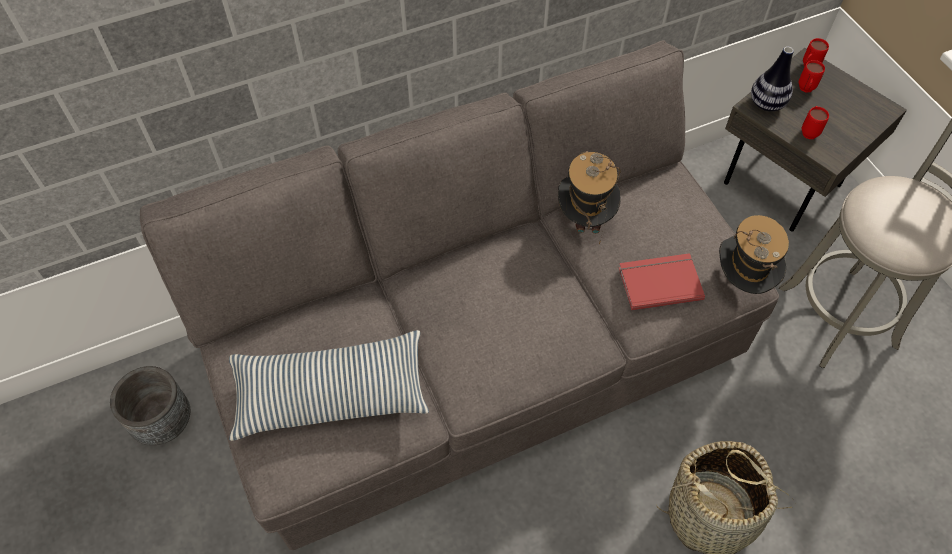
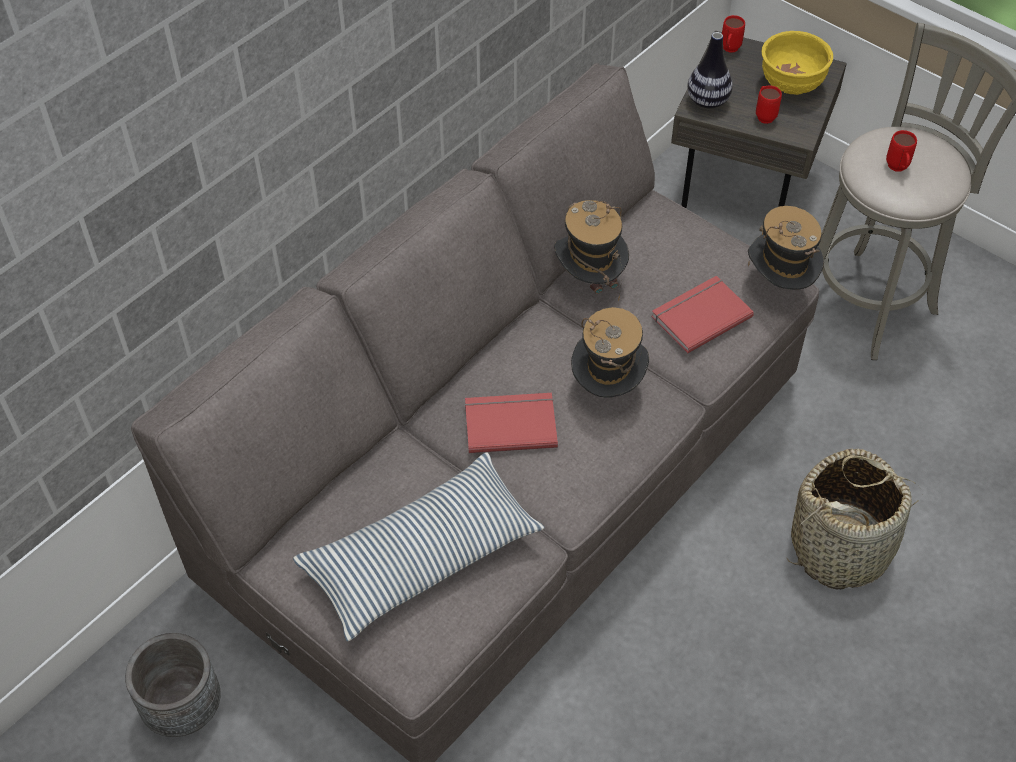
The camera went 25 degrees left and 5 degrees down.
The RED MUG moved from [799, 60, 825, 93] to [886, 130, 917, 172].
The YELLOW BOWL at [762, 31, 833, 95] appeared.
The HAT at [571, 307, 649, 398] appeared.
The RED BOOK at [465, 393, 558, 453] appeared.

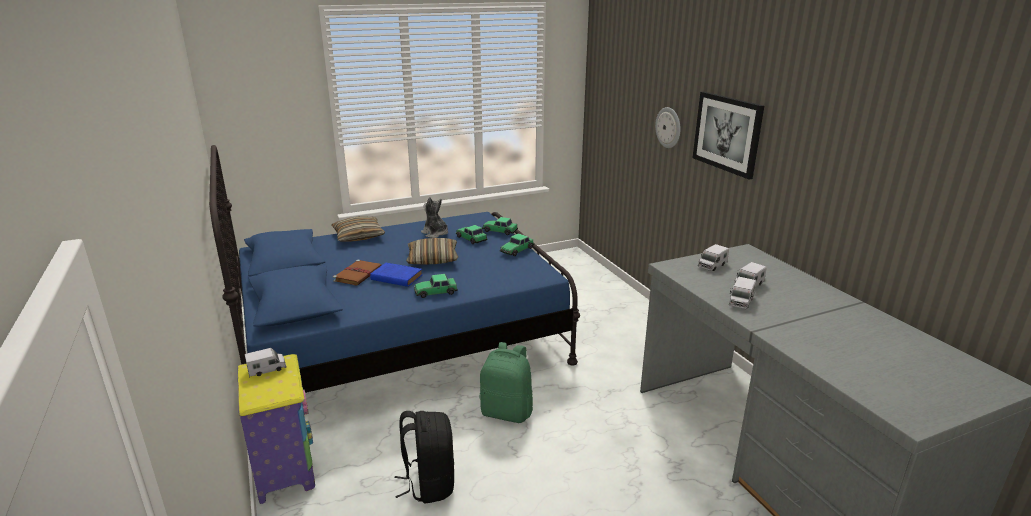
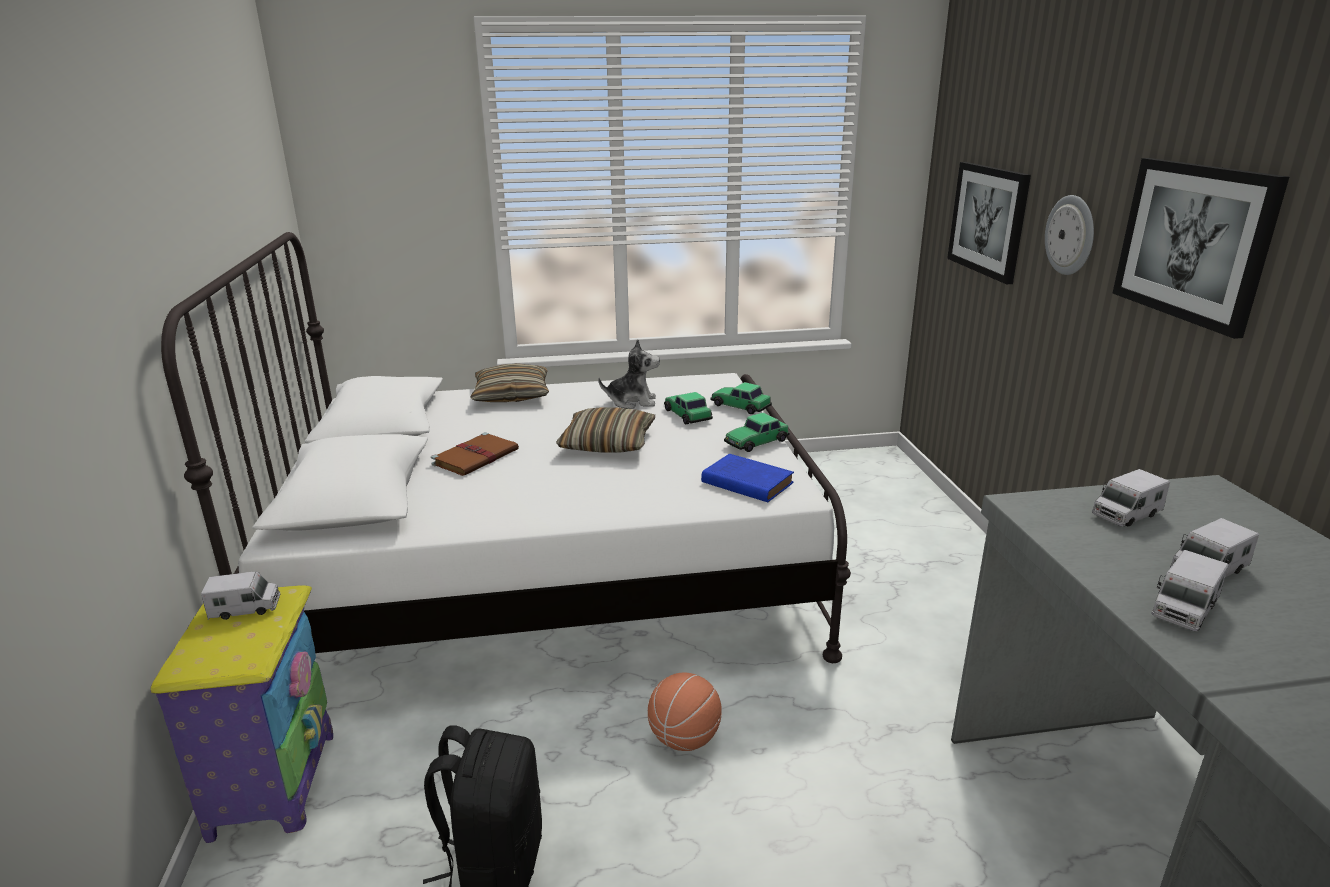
The camera went 15 degrees right and 0 degrees up.
The BLUE BED at [209, 145, 580, 393] became the WHITE BED at [161, 232, 851, 663].
The PLUSH TOY at [421, 197, 448, 238] turned 120 degrees clockwise.
The BLUE BOOK moved from [370, 263, 423, 287] to [701, 454, 794, 502].
The TOY CAR at [414, 274, 458, 298] disappeared.
The GREEN BACKPACK at [480, 342, 533, 423] was replaced by the BASKETBALL at [648, 673, 722, 751].
The PICTURE at [947, 162, 1031, 284] appeared.

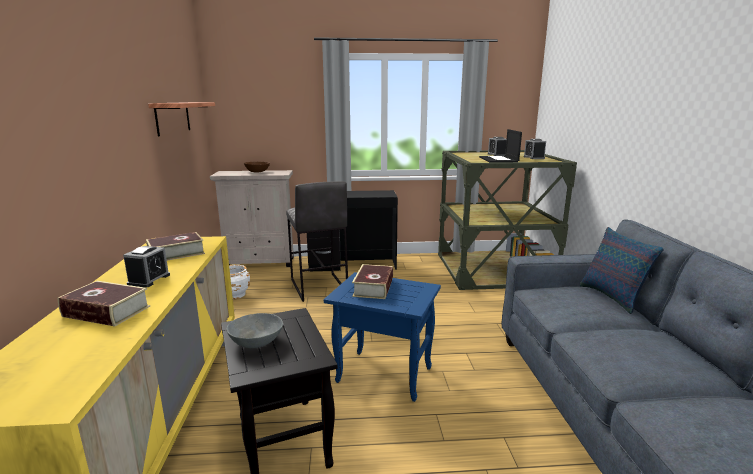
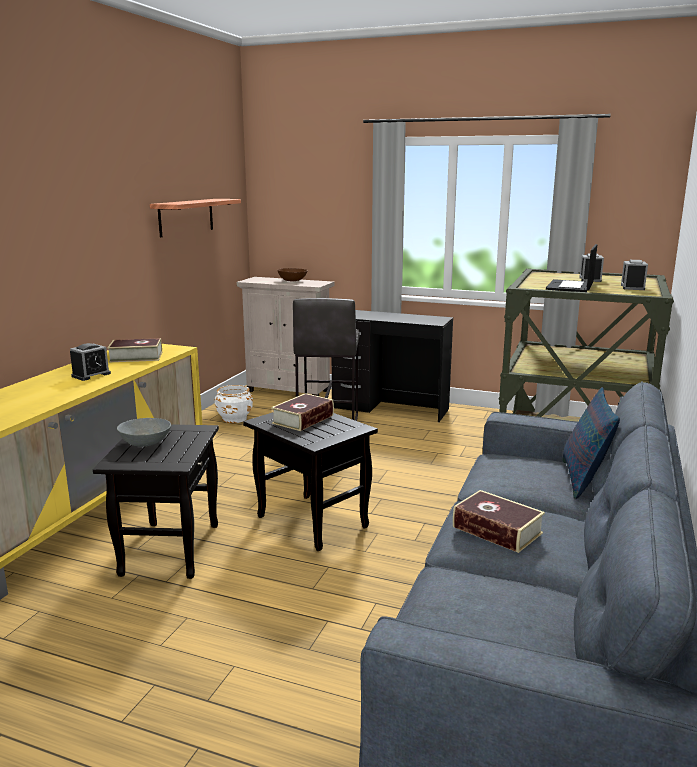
The camera went 25 degrees right and 0 degrees up.
The BLUE SIDE TABLE at [324, 272, 441, 402] became the BLACK SIDE TABLE at [243, 412, 378, 551].
The BOOK moved from [58, 281, 150, 327] to [453, 490, 545, 553].

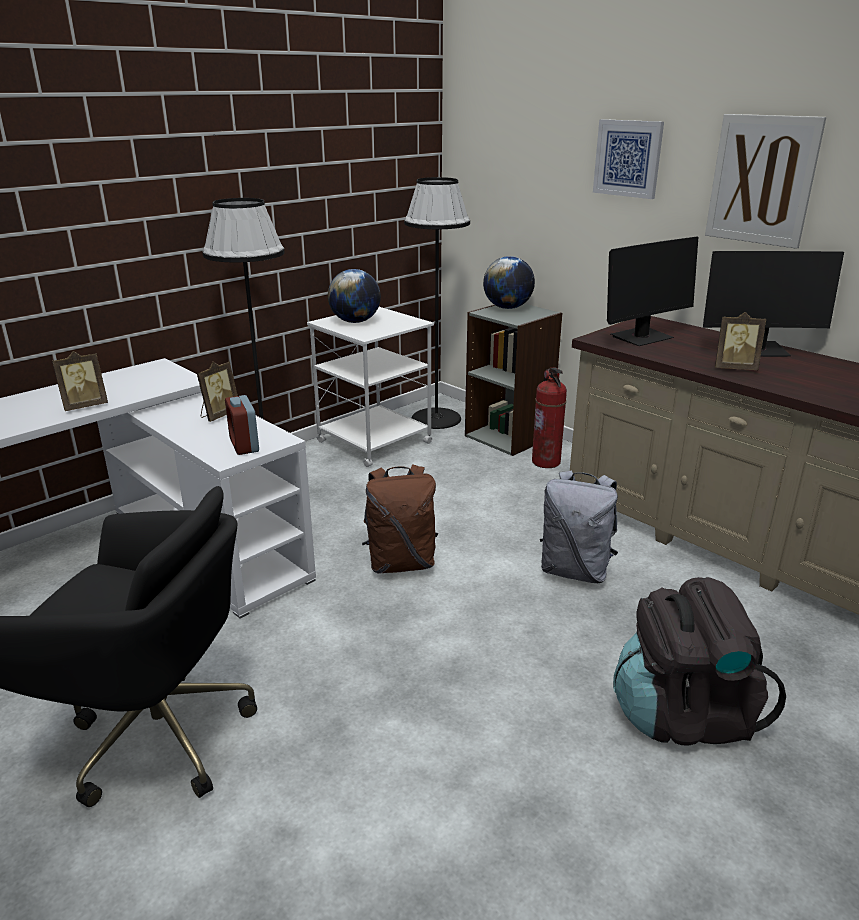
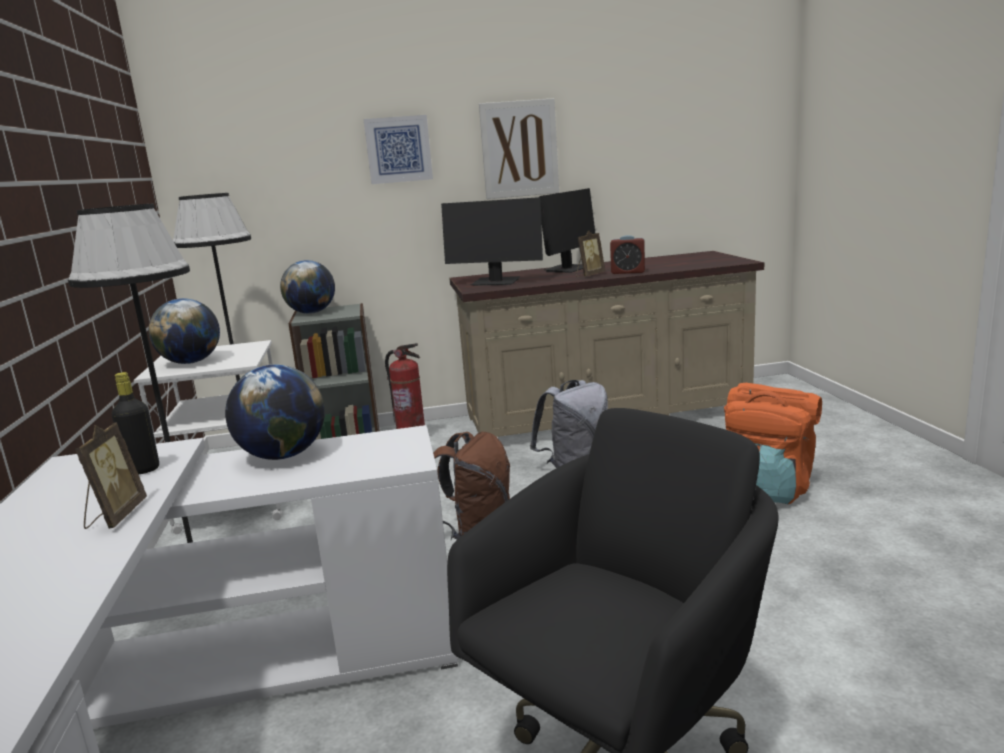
The camera went 55 degrees left and 10 degrees down.
The MONITOR at [607, 237, 698, 346] turned 105 degrees clockwise.
The PICTURE FRAME at [197, 362, 238, 422] was replaced by the GLOBE at [225, 365, 325, 460].
The ALARM CLOCK moved from [225, 395, 259, 455] to [610, 235, 645, 274].
The BLACK BACKPACK at [613, 577, 786, 746] became the ORANGE BACKPACK at [724, 383, 822, 504].
The BLACK BOTTLE at [112, 372, 159, 474] appeared.

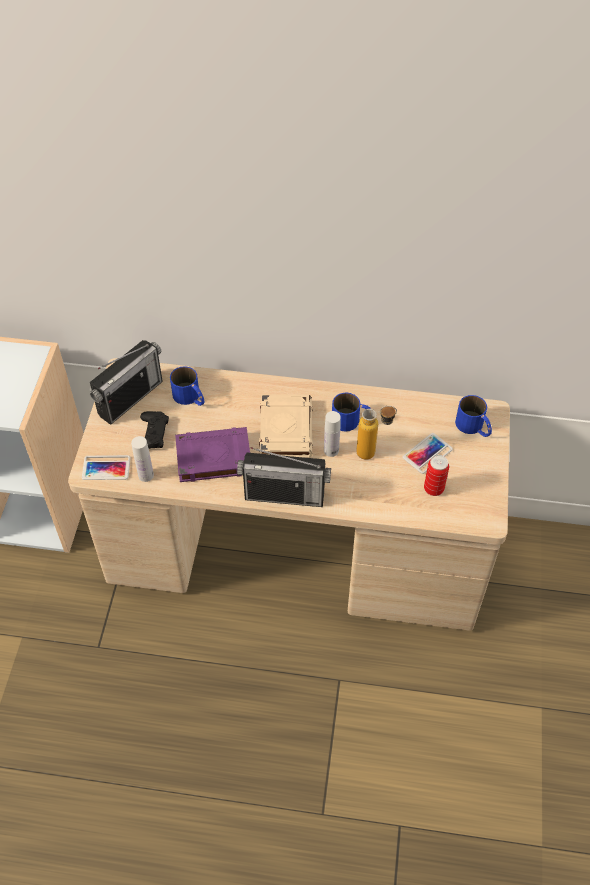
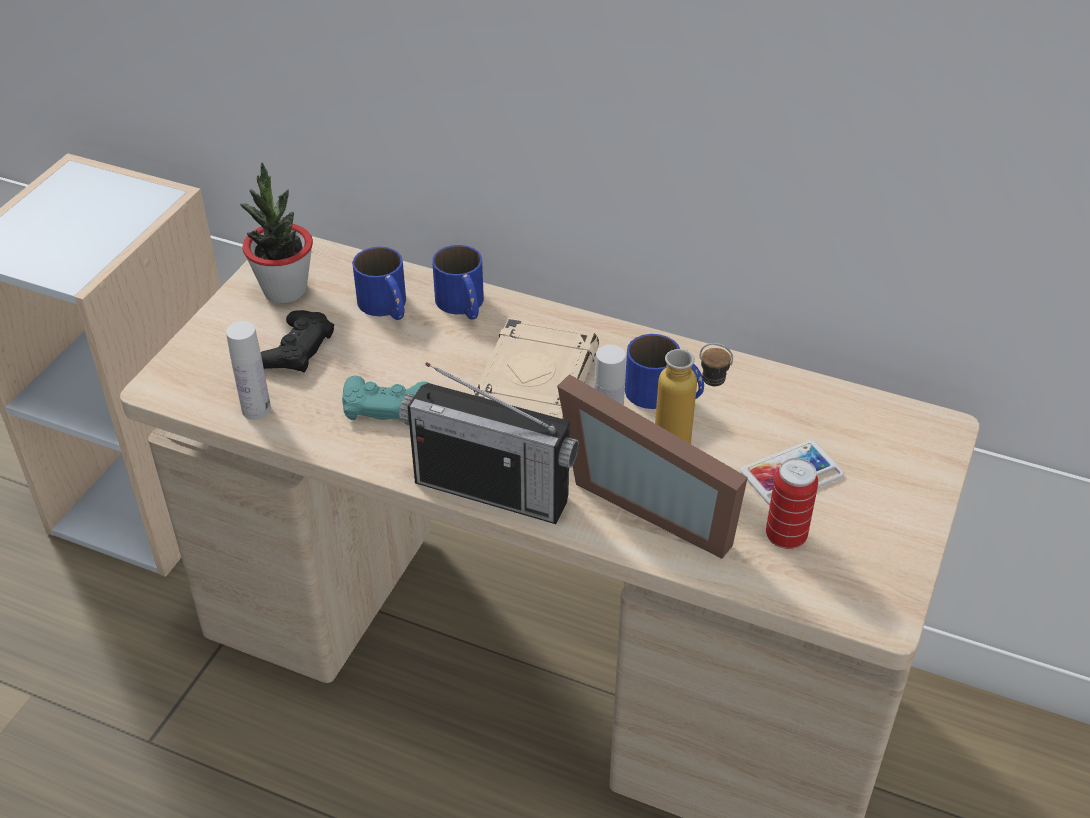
The camera went 15 degrees right and 10 degrees down.
The RADIO at [90, 340, 163, 425] was replaced by the POTTED PLANT at [240, 162, 313, 303].
The BLUE MUG moved from [455, 395, 492, 437] to [432, 245, 484, 320].
The PURPLE BOOK at [175, 427, 250, 482] was replaced by the TURQUOISE GAME CONTROLLER at [342, 376, 428, 425].
The PHONE at [82, 455, 131, 480] disappeared.
The PICTURE FRAME at [557, 374, 748, 559] appeared.

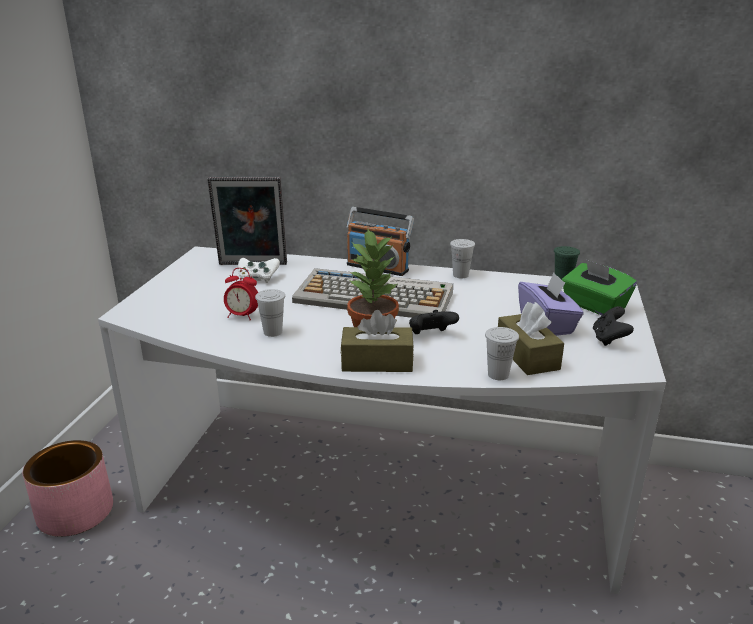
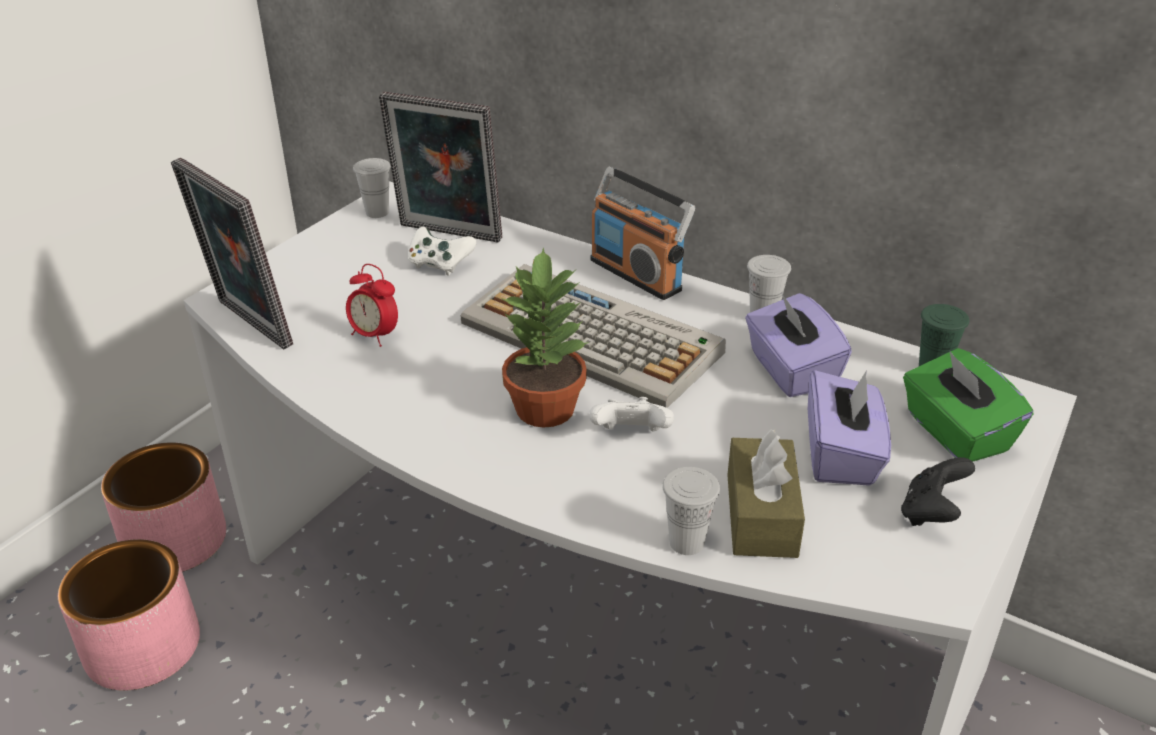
The camera went 20 degrees right and 10 degrees up.
The WHITE CUP moved from [255, 289, 285, 337] to [353, 158, 391, 218].
The BROWN TISSUE BOX at [340, 310, 414, 372] disappeared.
The BLACK GAME CONTROLLER at [409, 310, 459, 334] became the WHITE GAME CONTROLLER at [589, 397, 674, 432].
The PICTURE FRAME at [171, 157, 293, 349] appeared.
The PURPLE TISSUE BOX at [745, 292, 852, 397] appeared.
The PINK PLANTER at [58, 539, 200, 691] appeared.

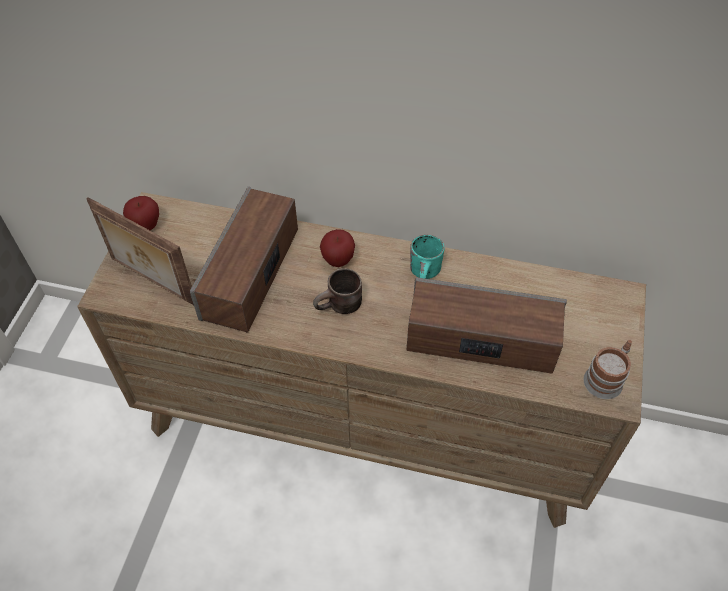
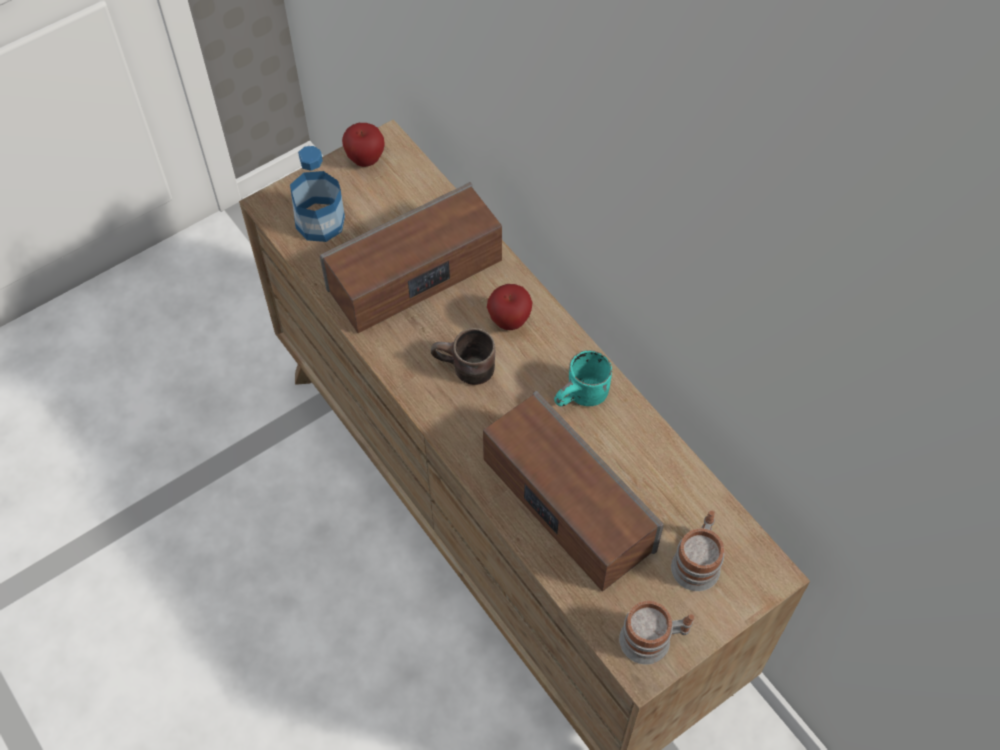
The camera went 40 degrees right and 5 degrees up.
The PICTURE FRAME at [87, 197, 194, 305] was replaced by the BOTTLE at [290, 146, 345, 242].
The MUG at [671, 510, 724, 591] appeared.

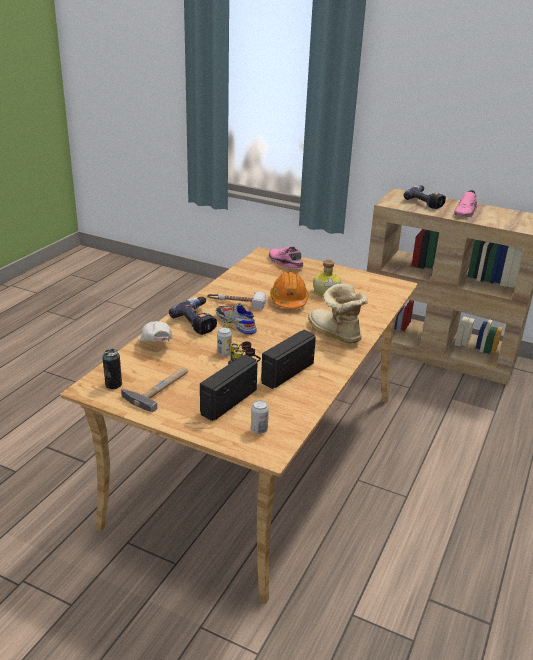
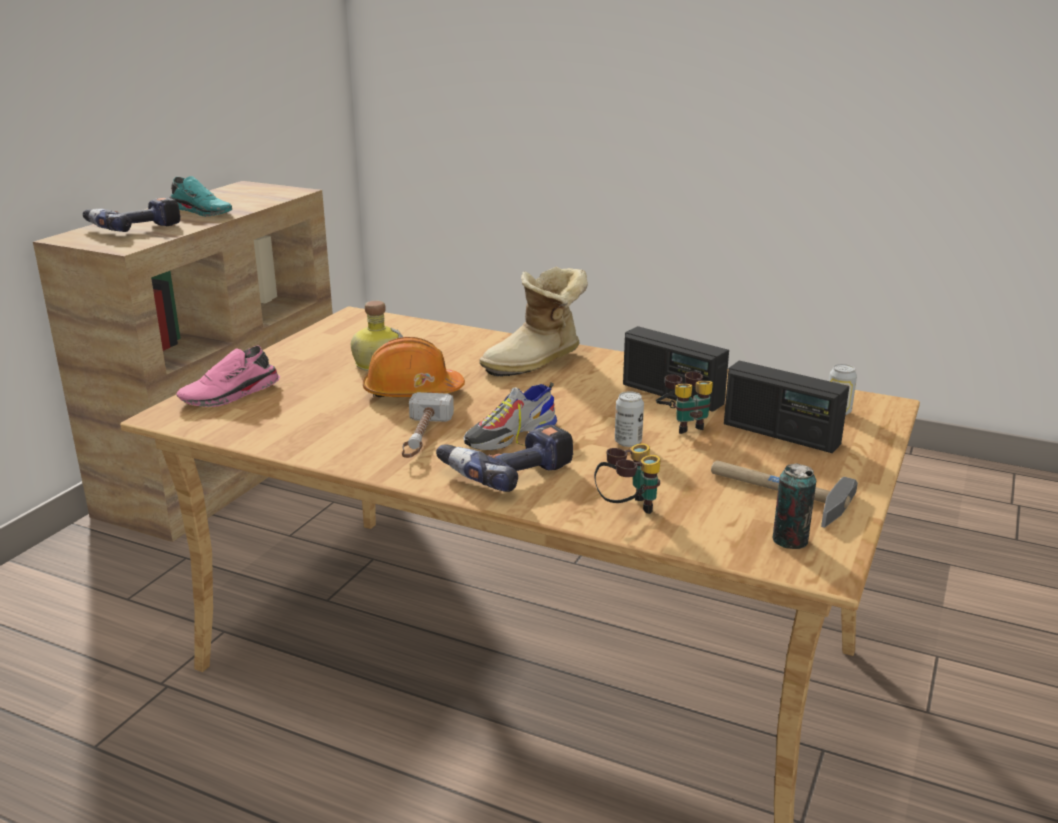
The camera went 90 degrees left and 5 degrees down.
The PINK SHOE at [454, 190, 477, 217] became the TURQUOISE SHOE at [170, 176, 232, 217].
The WHITE CAP at [137, 321, 172, 342] was replaced by the BINOCULARS at [594, 444, 661, 514].

